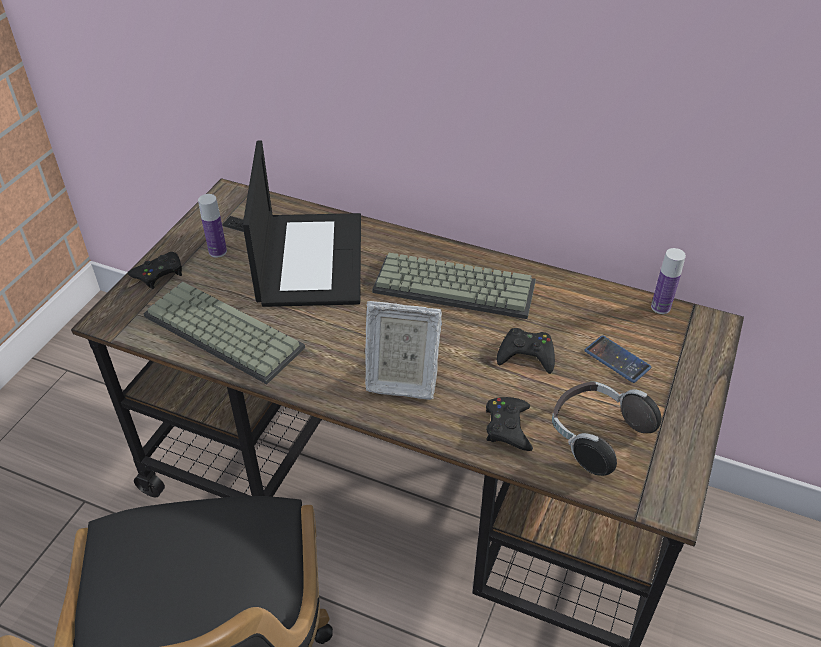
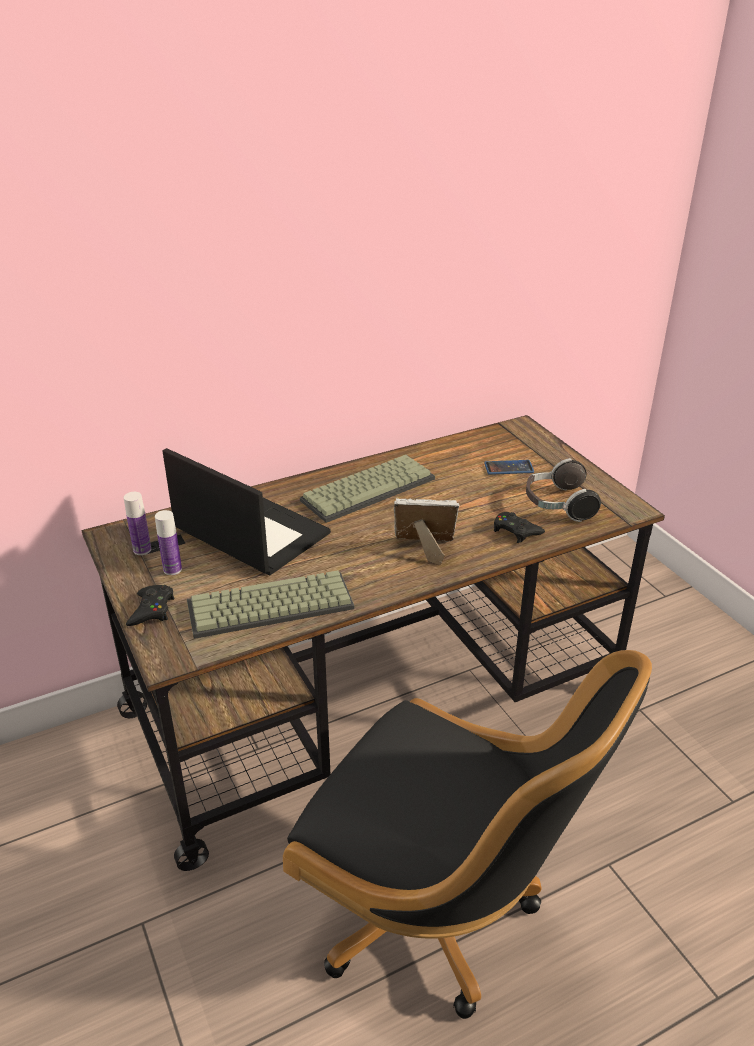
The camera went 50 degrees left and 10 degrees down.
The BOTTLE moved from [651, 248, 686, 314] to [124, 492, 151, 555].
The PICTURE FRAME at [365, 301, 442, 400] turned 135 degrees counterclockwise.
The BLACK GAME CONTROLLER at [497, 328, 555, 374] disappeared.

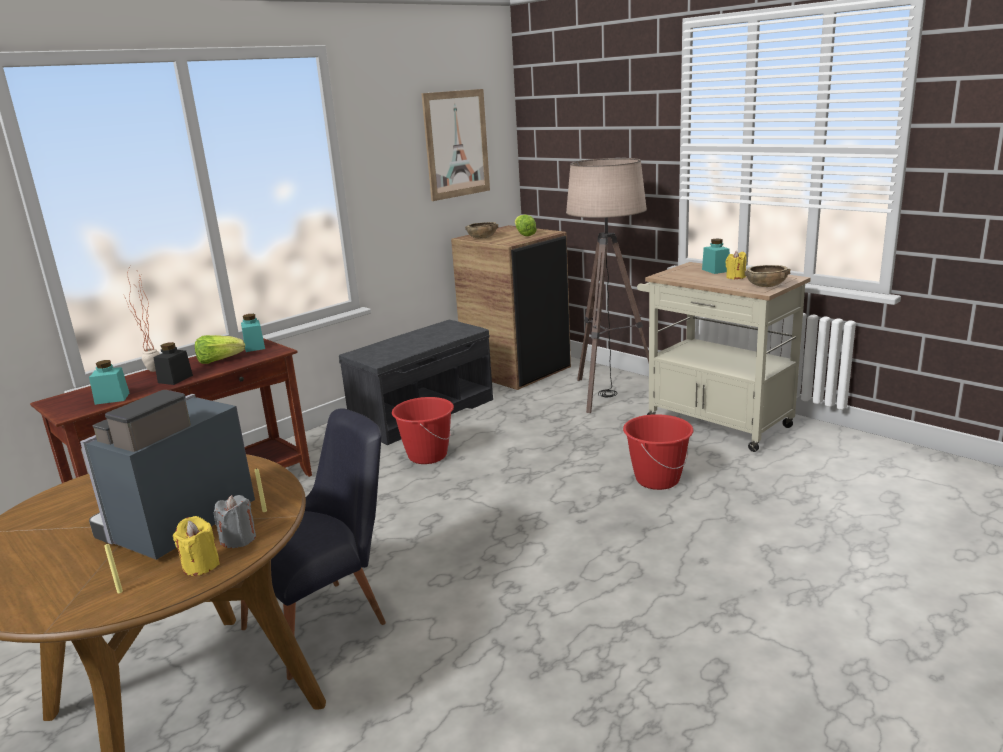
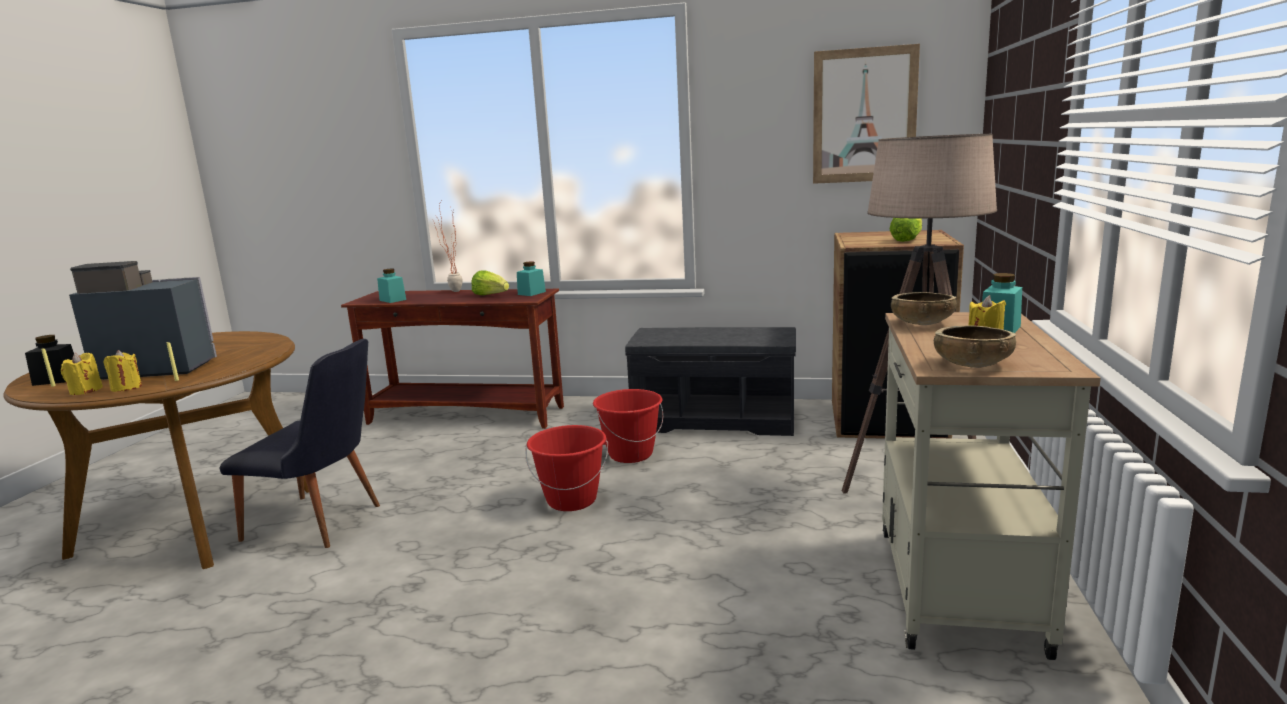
The camera went 55 degrees right and 5 degrees down.
The BROWN BOWL moved from [465, 222, 498, 239] to [891, 292, 957, 325].
The BLACK JAR moved from [153, 342, 193, 385] to [25, 335, 74, 386].
The RED BUCKET moved from [623, 414, 694, 490] to [526, 425, 608, 511].
The GREY CANDLE at [214, 495, 256, 548] became the YELLOW CANDLE at [103, 350, 142, 392].

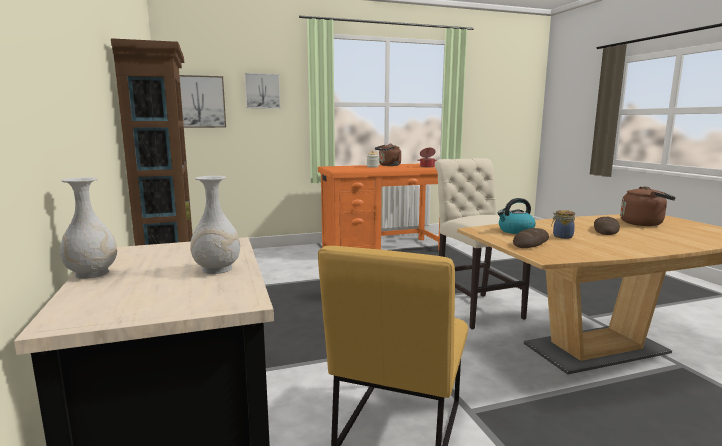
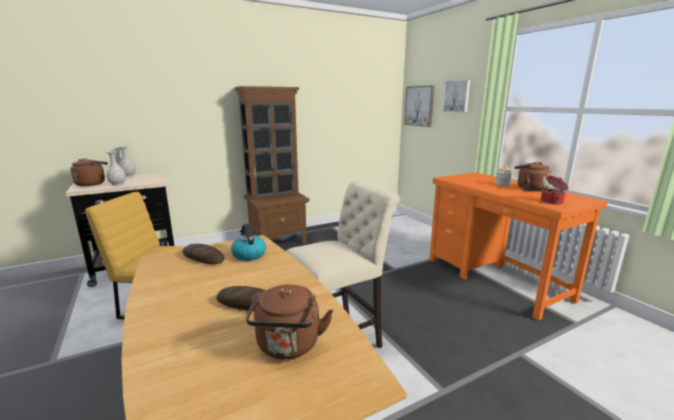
The camera went 80 degrees right and 5 degrees up.
The JAR at [551, 210, 575, 239] disappeared.
The BROWN KETTLE at [70, 158, 108, 186] appeared.

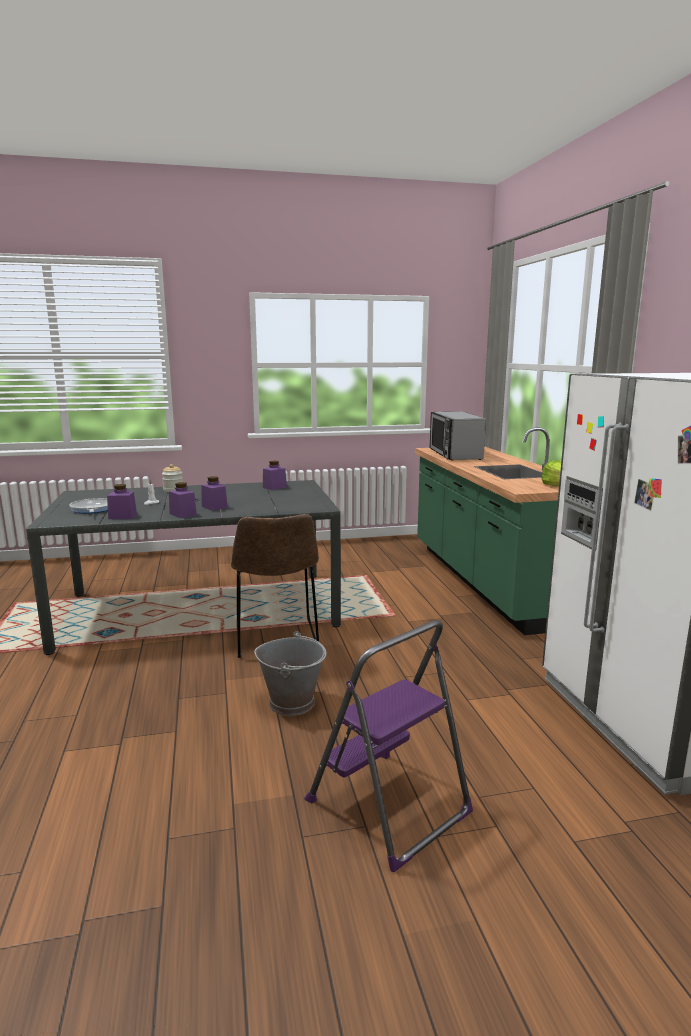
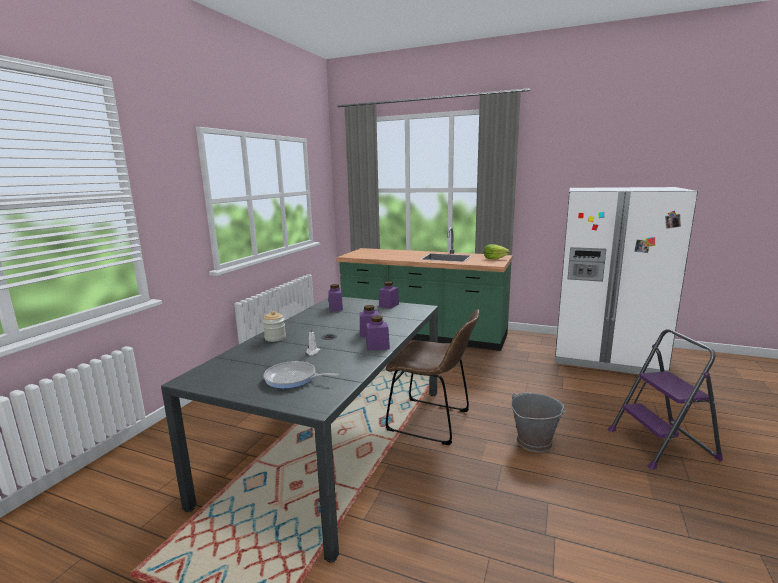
The camera went 55 degrees left and 0 degrees up.
The MICROWAVE at [430, 411, 486, 461] disappeared.
The PURPLE JAR moved from [107, 484, 137, 519] to [379, 282, 399, 309].

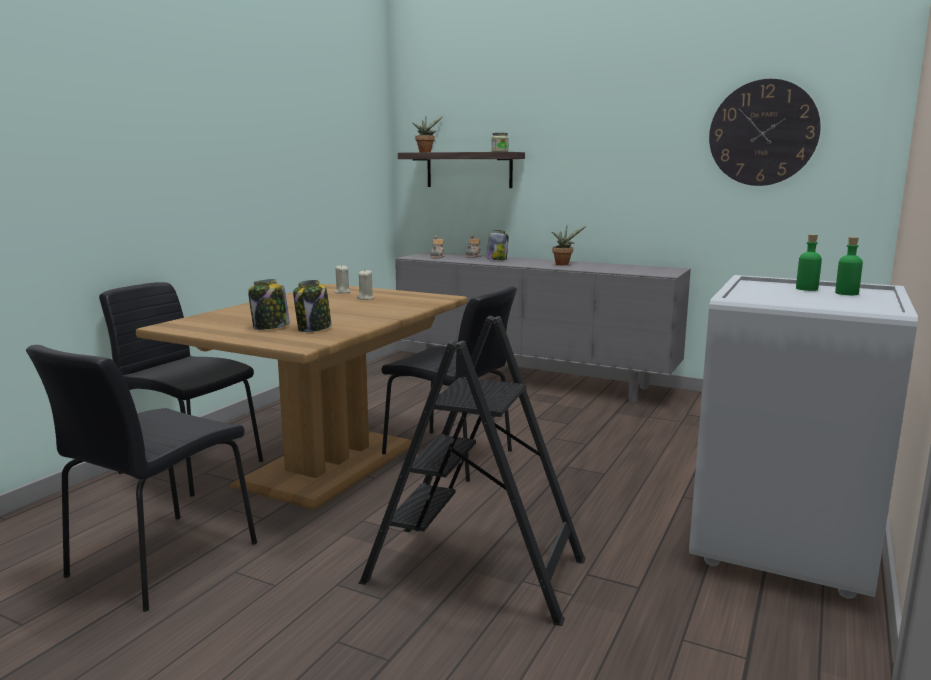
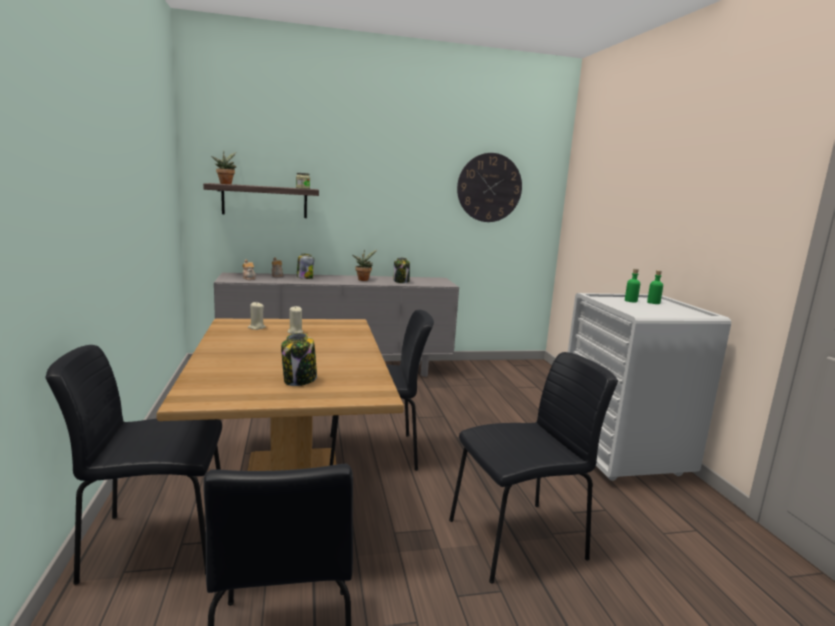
The camera went 40 degrees left and 0 degrees up.
The JAR moved from [293, 280, 331, 332] to [394, 257, 410, 283].
The BLACK STEP LADDER at [358, 316, 586, 626] was replaced by the BLACK CHAIR at [449, 352, 618, 584].

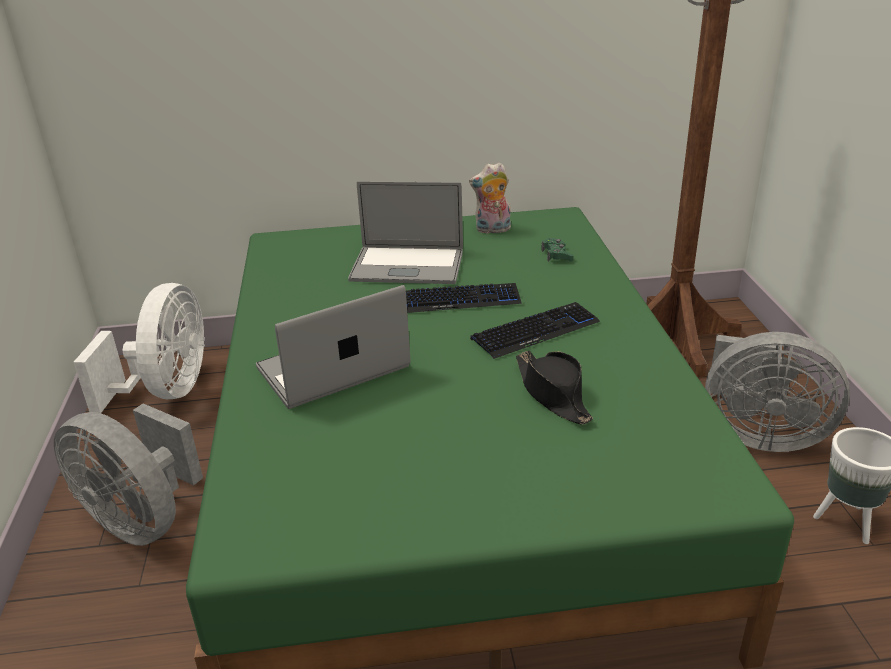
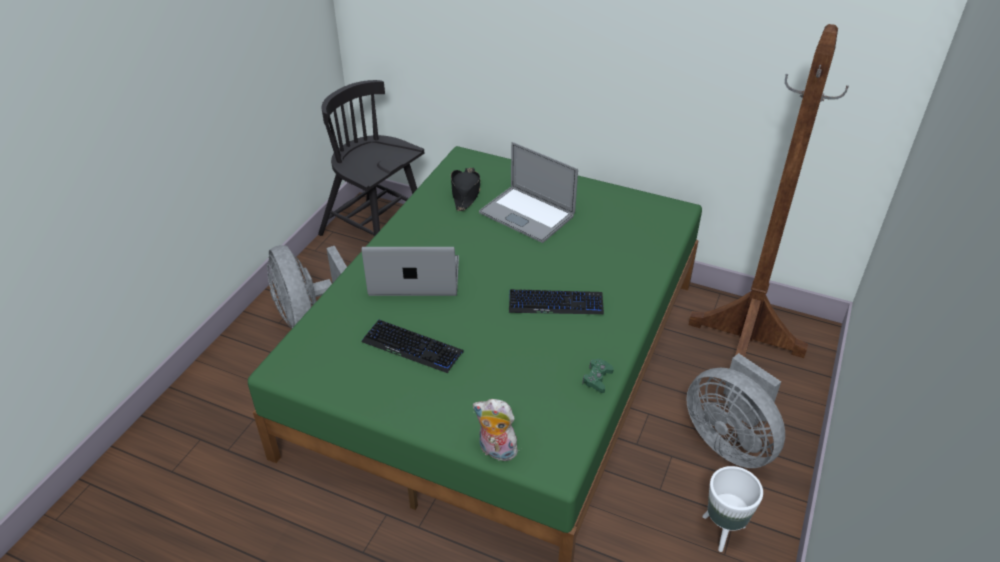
The camera went 30 degrees right and 10 degrees up.
The PLUSH TOY moved from [469, 162, 511, 234] to [473, 399, 518, 461].
The GREEN GAME CONTROLLER moved from [542, 238, 573, 262] to [582, 359, 614, 393].
The WHITE FAN at [73, 283, 205, 413] was replaced by the BLACK CHAIR at [318, 80, 424, 237].
The KEYBOARD moved from [406, 283, 522, 313] to [362, 320, 464, 373].
The BLACK HAT moved from [516, 351, 593, 425] to [451, 168, 480, 211].

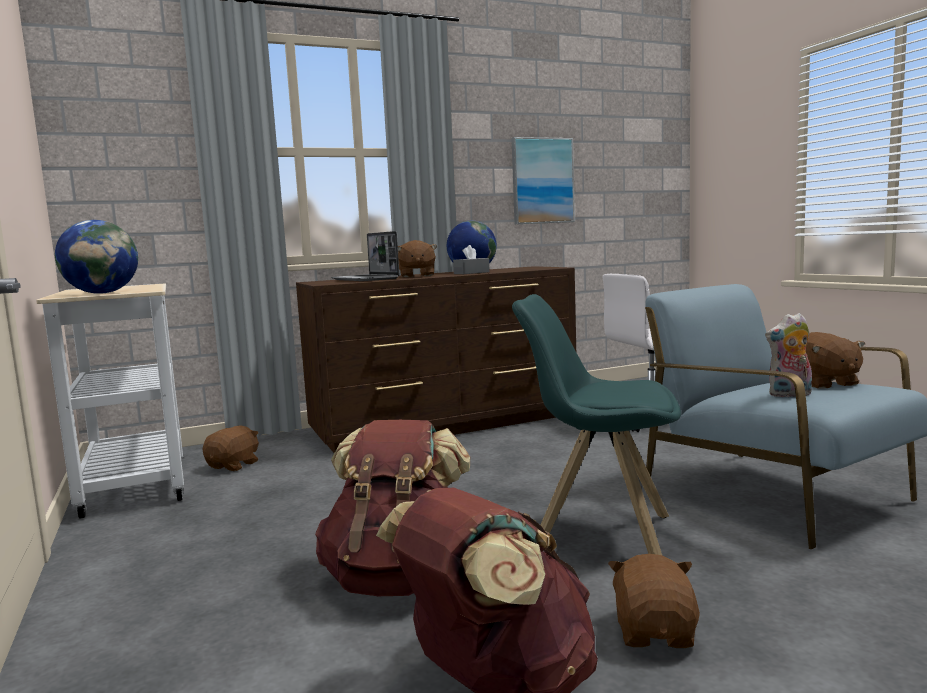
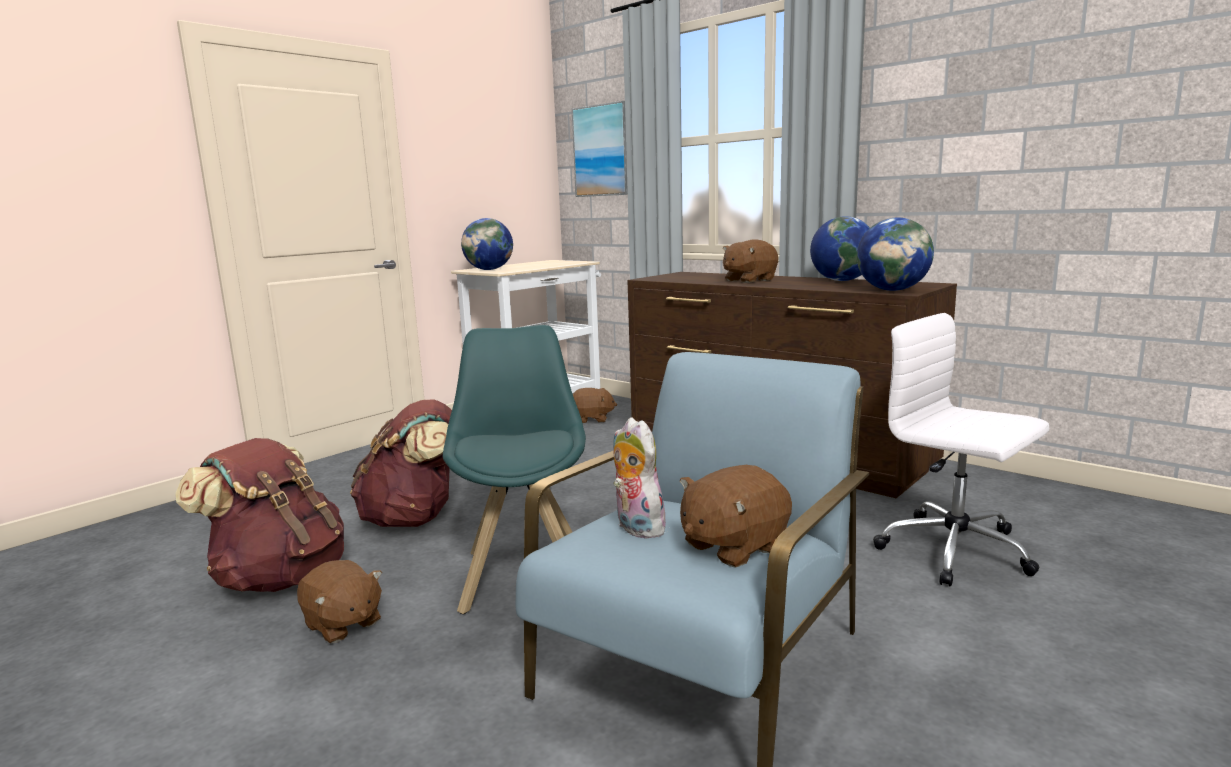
The camera went 65 degrees right and 5 degrees up.
The PICTURE moved from [511, 137, 575, 224] to [572, 101, 628, 197].
The LAPTOP at [331, 231, 400, 281] disappeared.
The GREY TISSUE BOX at [453, 245, 490, 274] disappeared.
The BROWN PLUSH TOY at [608, 554, 700, 648] turned 60 degrees clockwise.
The GLOBE at [857, 218, 934, 291] appeared.

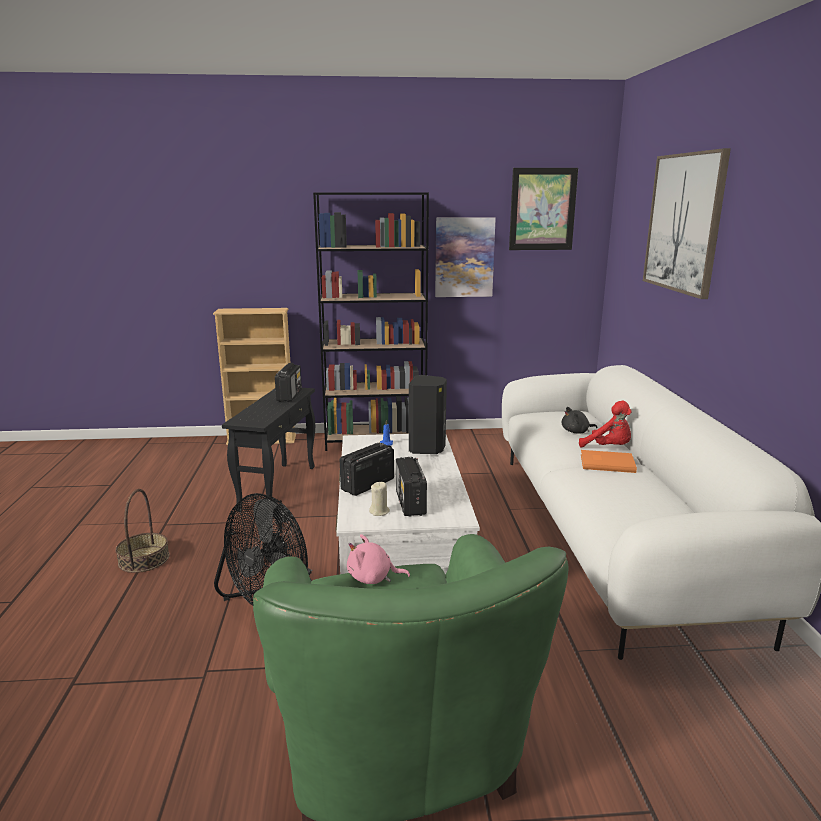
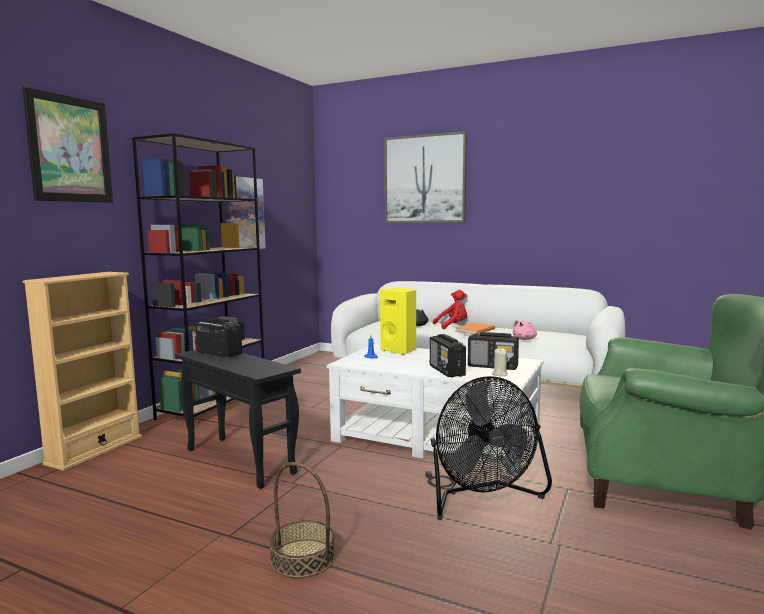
The camera went 60 degrees left and 10 degrees down.
The PICTURE moved from [509, 168, 578, 250] to [22, 87, 113, 203].
The BLACK SPEAKER at [409, 375, 447, 454] became the YELLOW SPEAKER at [380, 288, 416, 355].
The PINK PLUSH TOY moved from [347, 534, 410, 584] to [513, 320, 537, 340].

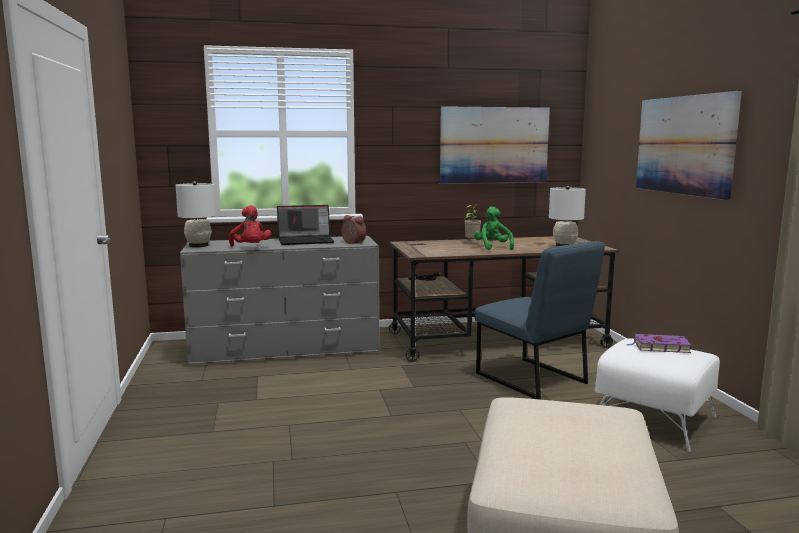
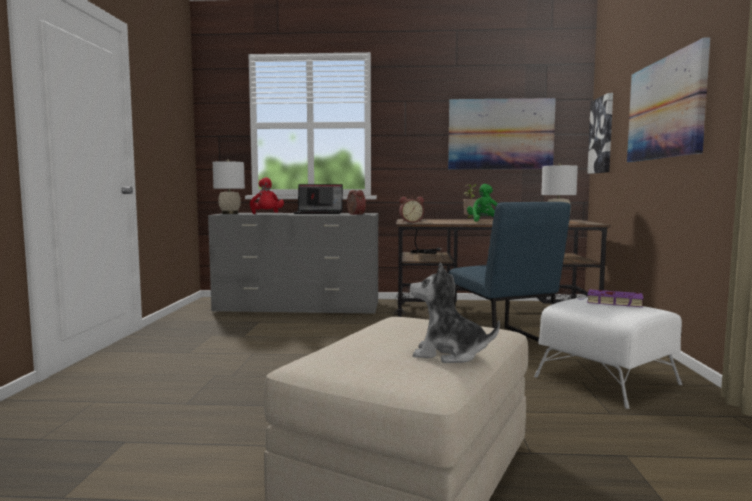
The camera went 15 degrees right and 5 degrees down.
The PICTURE at [587, 93, 613, 174] appeared.
The ALARM CLOCK at [399, 197, 424, 223] appeared.
The PLUSH TOY at [410, 262, 500, 363] appeared.

